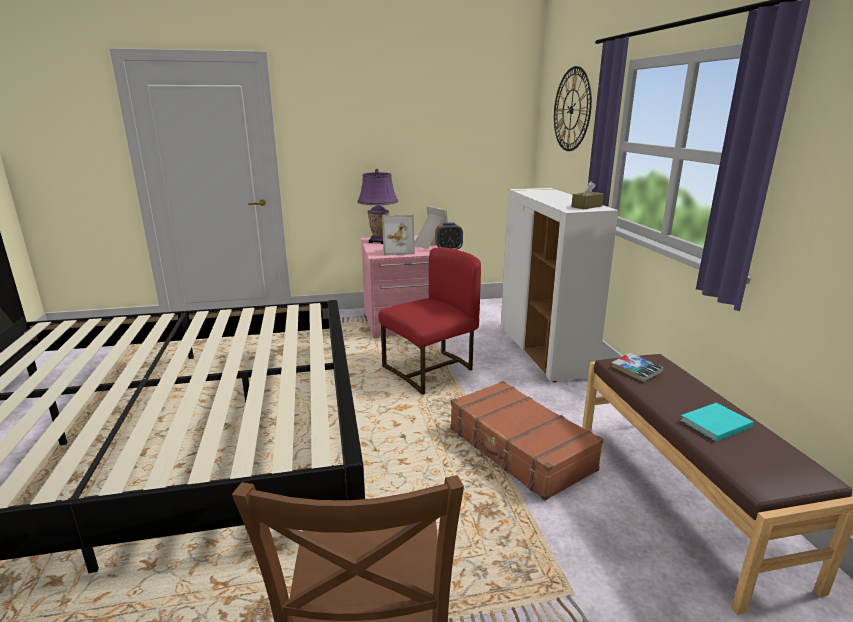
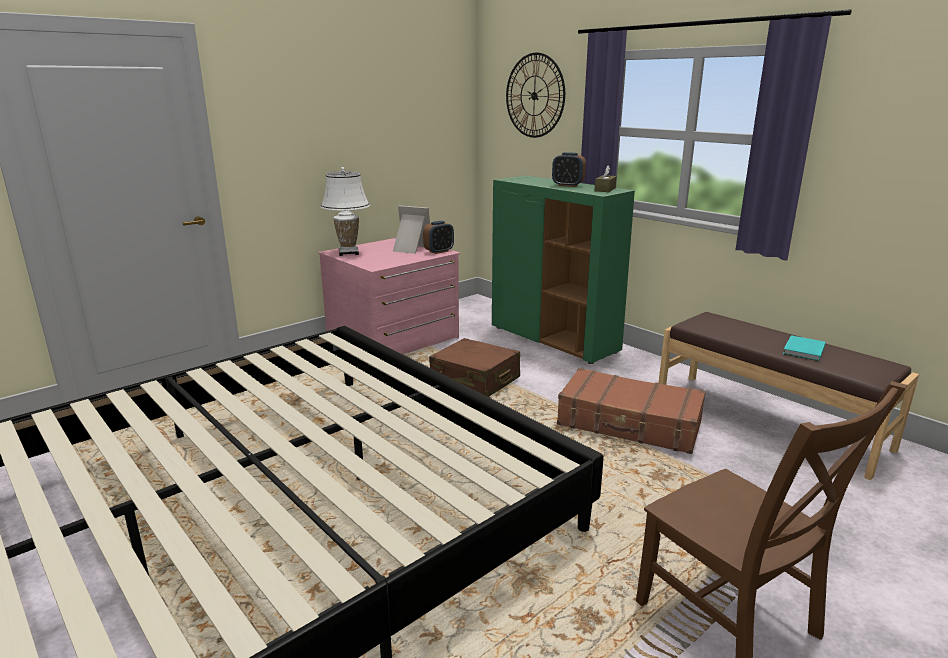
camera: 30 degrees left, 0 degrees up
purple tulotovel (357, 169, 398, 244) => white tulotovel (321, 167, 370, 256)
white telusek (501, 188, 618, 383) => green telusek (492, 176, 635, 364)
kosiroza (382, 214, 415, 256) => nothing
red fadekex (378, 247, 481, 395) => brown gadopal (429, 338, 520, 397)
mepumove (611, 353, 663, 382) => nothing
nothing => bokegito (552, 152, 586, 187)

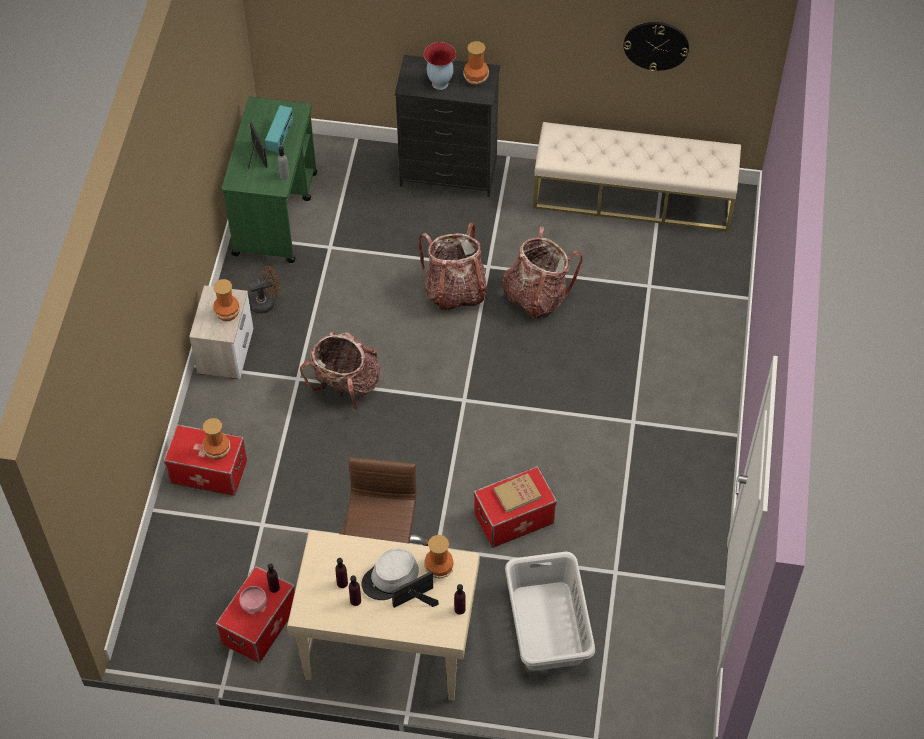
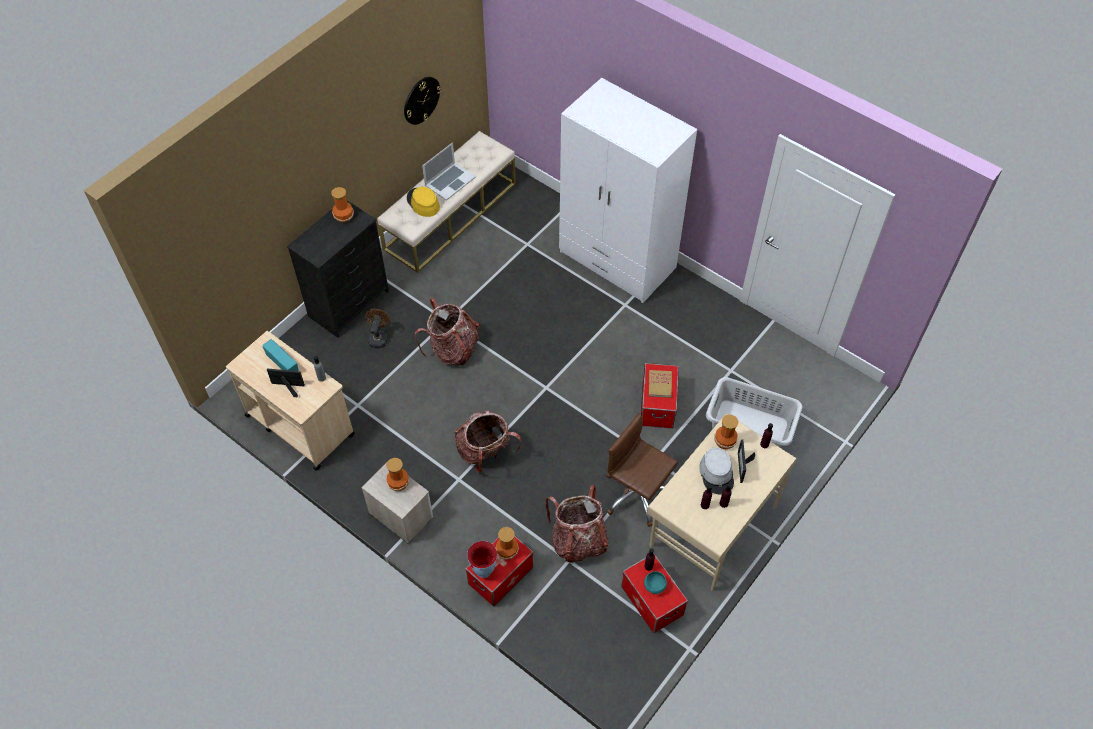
camera: 60 degrees left, 0 degrees up
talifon (424, 42, 456, 90) => talifon (467, 541, 497, 578), move
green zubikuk (222, 97, 317, 263) => beige zubikuk (226, 331, 355, 471)
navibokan (503, 226, 583, 319) => navibokan (545, 484, 609, 563), move
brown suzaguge (248, 265, 280, 314) => brown suzaguge (365, 309, 391, 348), move
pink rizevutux (239, 586, 267, 613) => turquoise rizevutux (644, 571, 667, 594)
nothing => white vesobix (559, 78, 697, 303)
nothing => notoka (422, 142, 476, 201)
nothing => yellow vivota (407, 187, 440, 217)

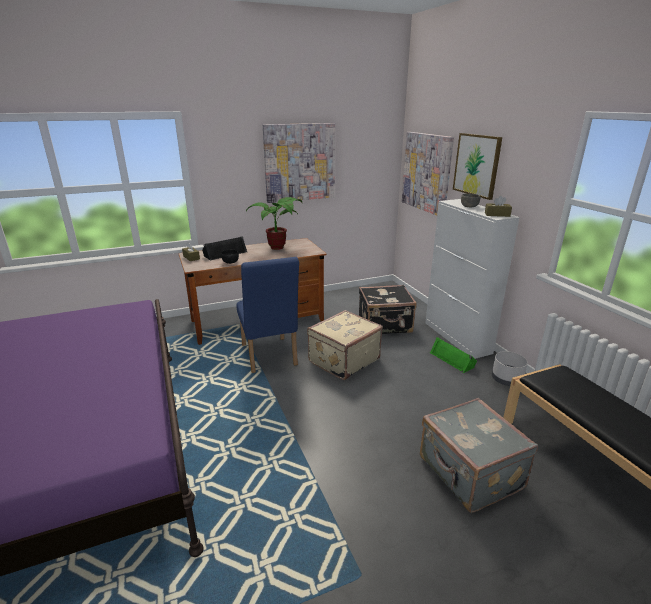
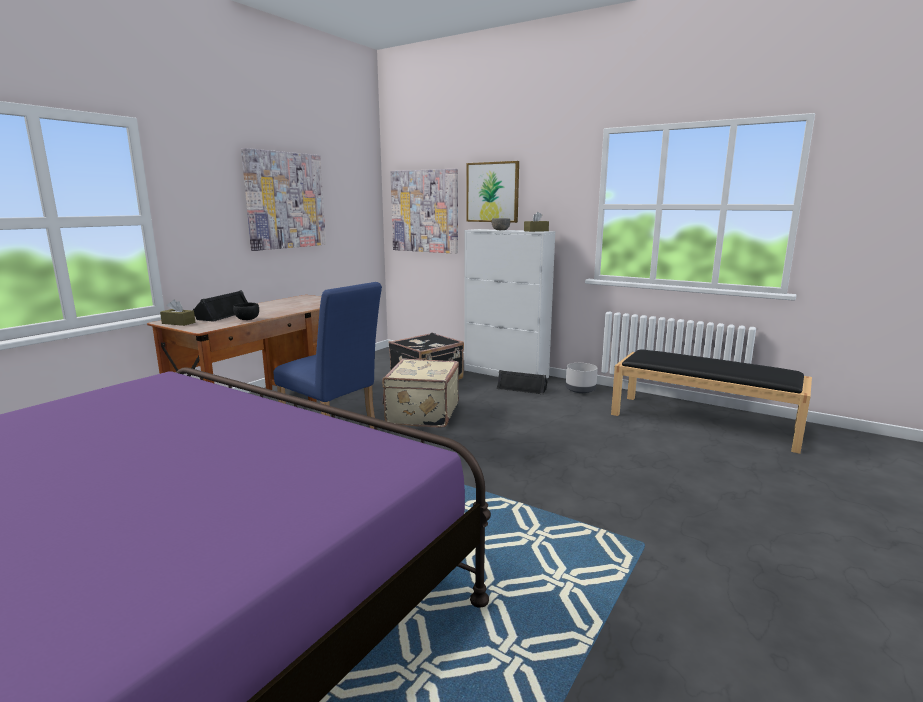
camera: 35 degrees left, 10 degrees down
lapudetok (246, 197, 303, 250) => nothing
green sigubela (430, 337, 477, 373) => black sigubela (497, 370, 548, 395)
grey gadopal (420, 398, 538, 513) => nothing

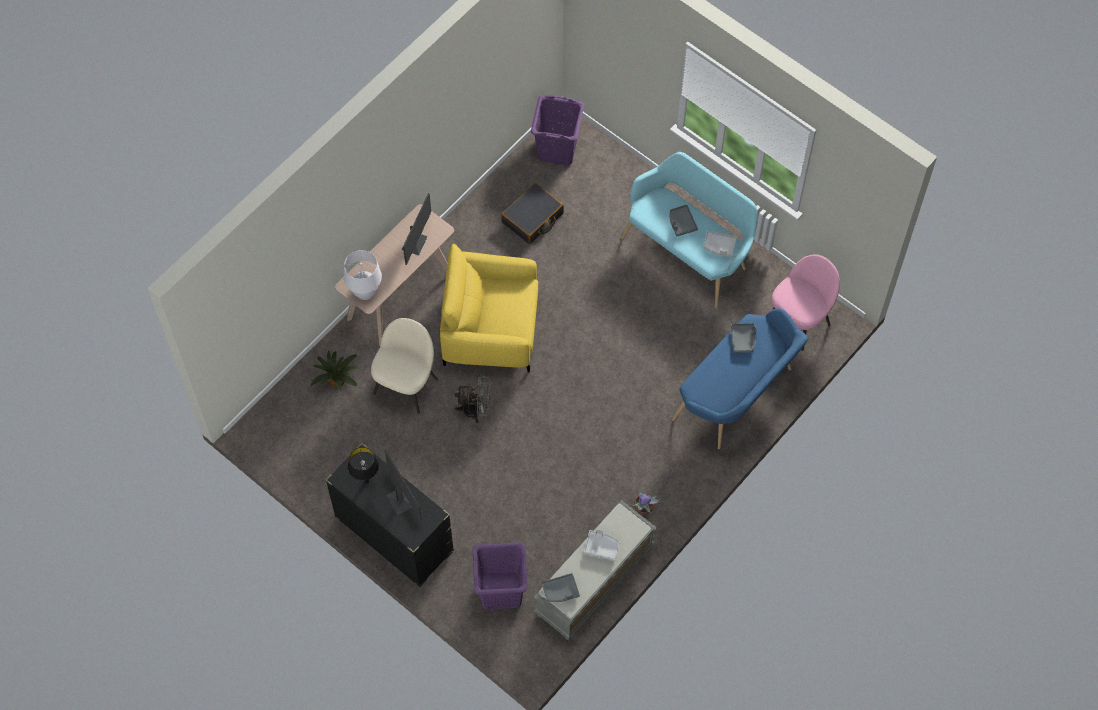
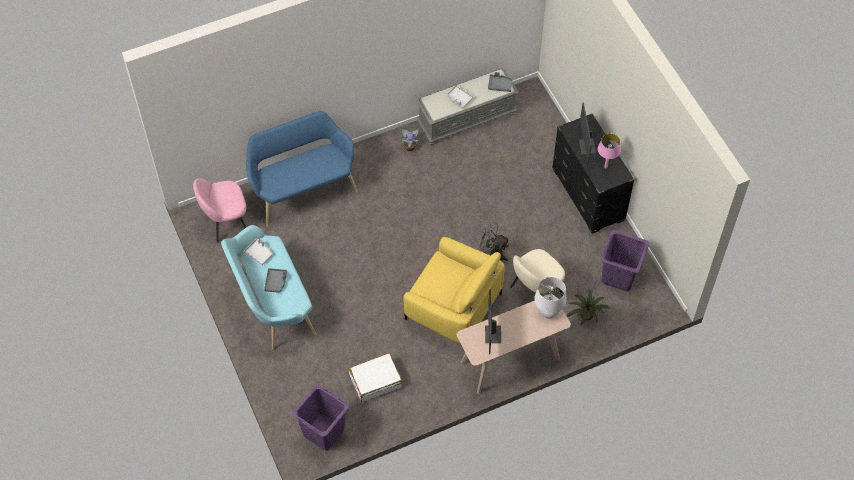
camera: 155 degrees left, 5 degrees down
black gadopal (501, 182, 564, 244) => white gadopal (349, 353, 402, 402)
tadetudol (402, 193, 431, 265) => tadetudol (485, 289, 501, 354), 45 degrees counterclockwise
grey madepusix (731, 323, 756, 353) => nothing
black tulotovel (348, 447, 379, 484) => pink tulotovel (598, 134, 621, 168)
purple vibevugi (472, 542, 528, 609) => purple vibevugi (600, 230, 649, 291), move

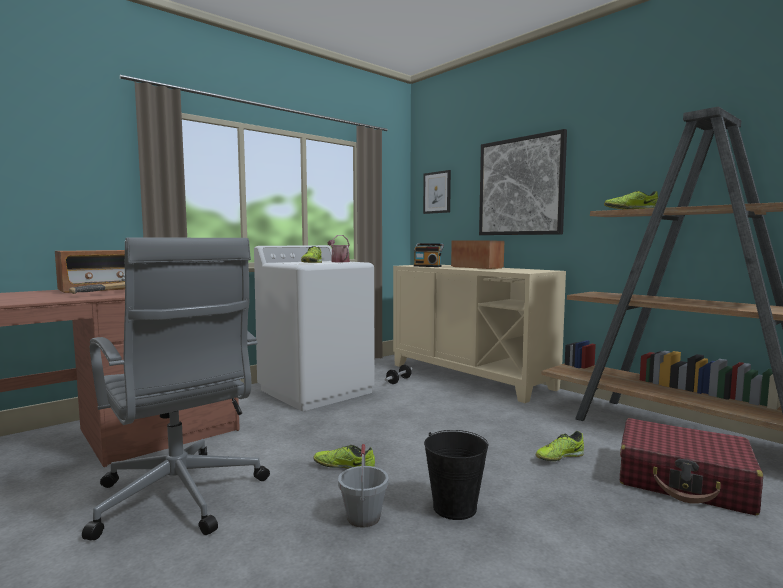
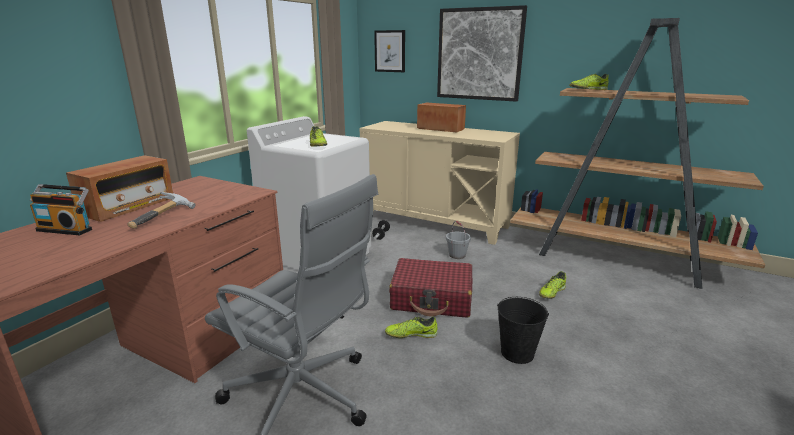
camera: 20 degrees left, 15 degrees up
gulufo (327, 235, 350, 262) => nothing
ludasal (414, 243, 444, 267) => ludasal (30, 184, 92, 235), move
red gadopal (620, 418, 763, 515) => red gadopal (389, 258, 472, 318), move
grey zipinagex (338, 444, 389, 528) => grey zipinagex (446, 221, 471, 259), move

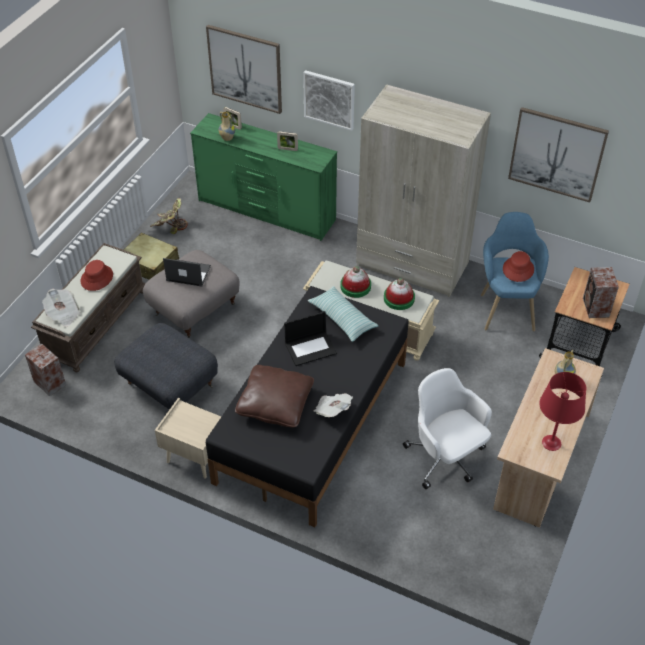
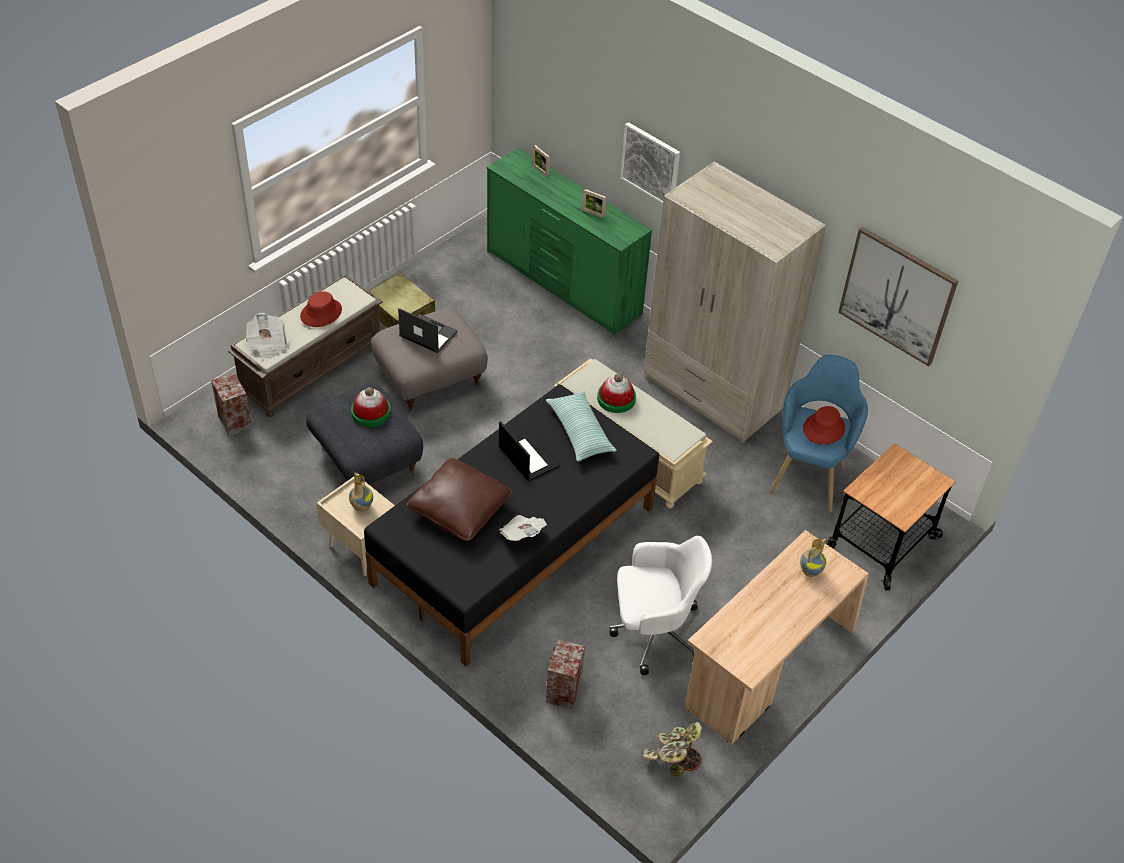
camera: 15 degrees right, 0 degrees up
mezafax (206, 25, 282, 114) => nothing
talifon (219, 112, 235, 141) => talifon (349, 473, 373, 512), move
lapudetok (150, 198, 188, 234) => lapudetok (642, 722, 702, 776), move
sigubela (583, 267, 619, 318) => sigubela (546, 640, 585, 709), move
vivota (384, 278, 415, 310) => vivota (351, 387, 391, 427), move
notoka (284, 311, 337, 366) => notoka (499, 421, 560, 481), 120 degrees counterclockwise
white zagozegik (403, 368, 492, 489) => white zagozegik (609, 536, 712, 675), 105 degrees clockwise
red tulotovel (539, 372, 586, 451) => nothing

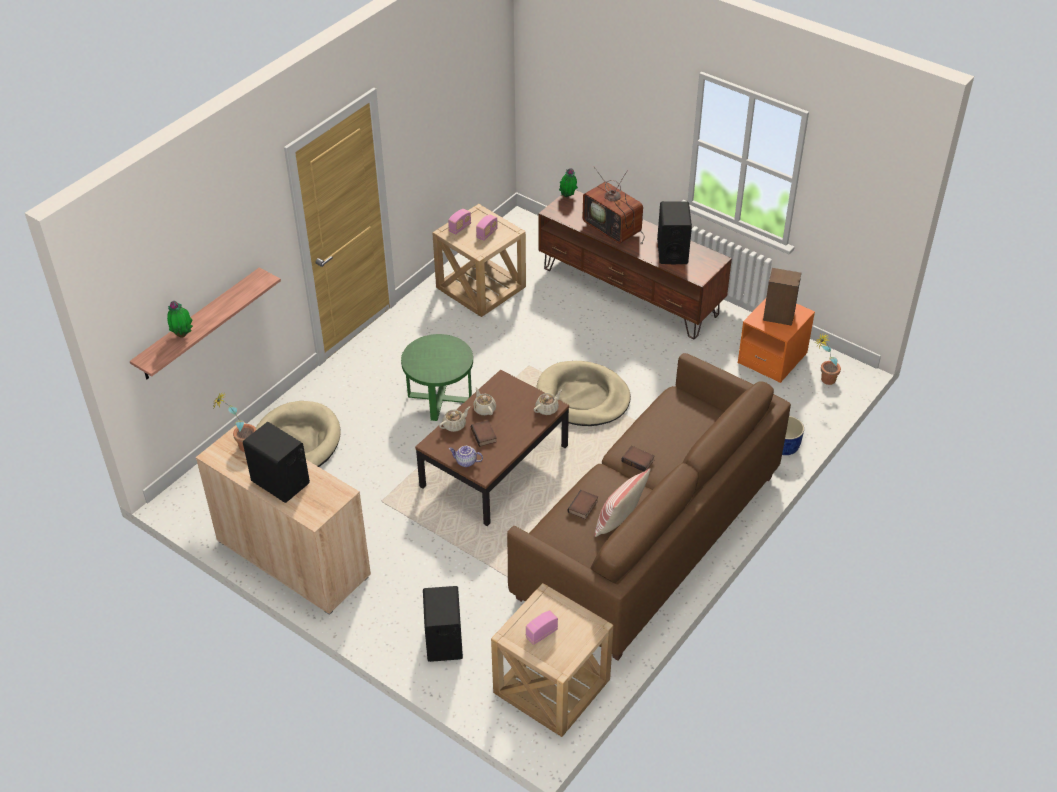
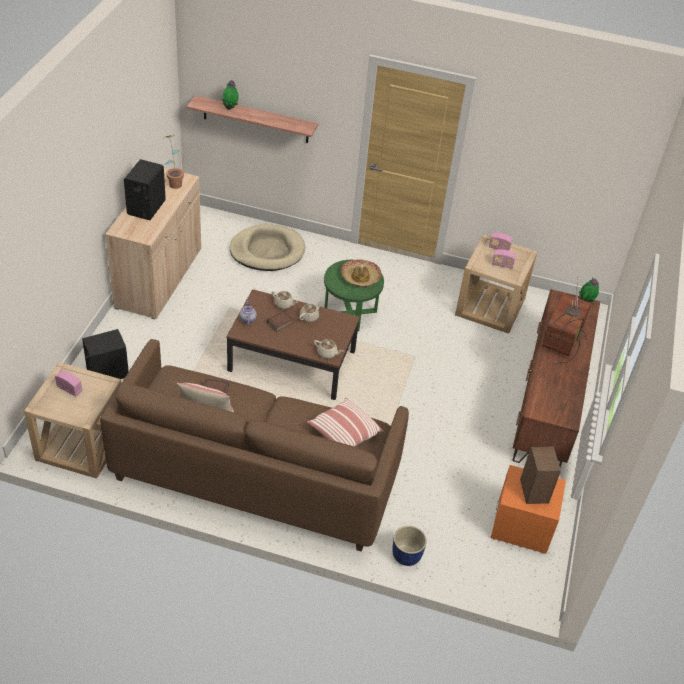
camera: 65 degrees right, 0 degrees up
black sigubela (657, 201, 692, 265) => nothing
lapudetok (815, 334, 841, 385) => nothing
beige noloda (536, 361, 631, 426) => nothing
mepumove (621, 445, 655, 472) => nothing
nothing => vivota (341, 259, 382, 287)
nothing => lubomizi (307, 398, 383, 447)

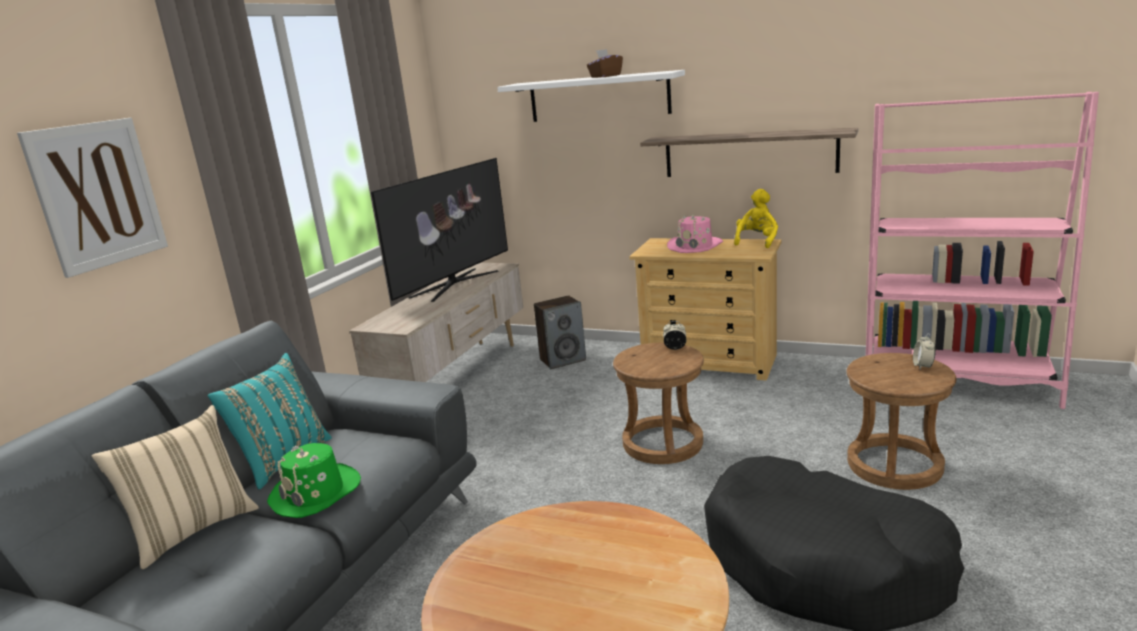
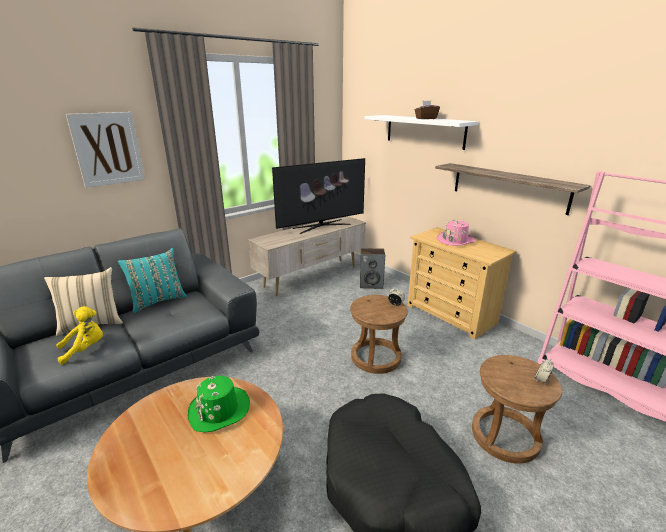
camera: 25 degrees right, 5 degrees up
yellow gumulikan (734, 189, 778, 248) => yellow gumulikan (56, 306, 103, 365), move
green vivota (267, 443, 361, 518) => green vivota (188, 376, 250, 432), move

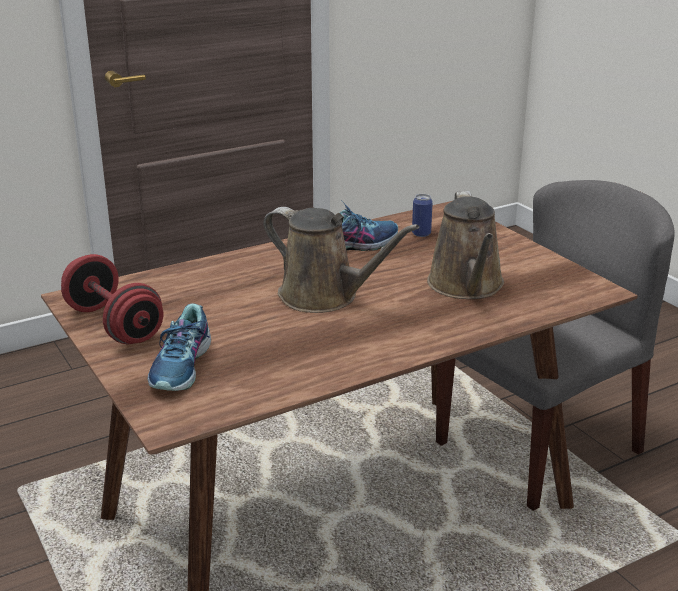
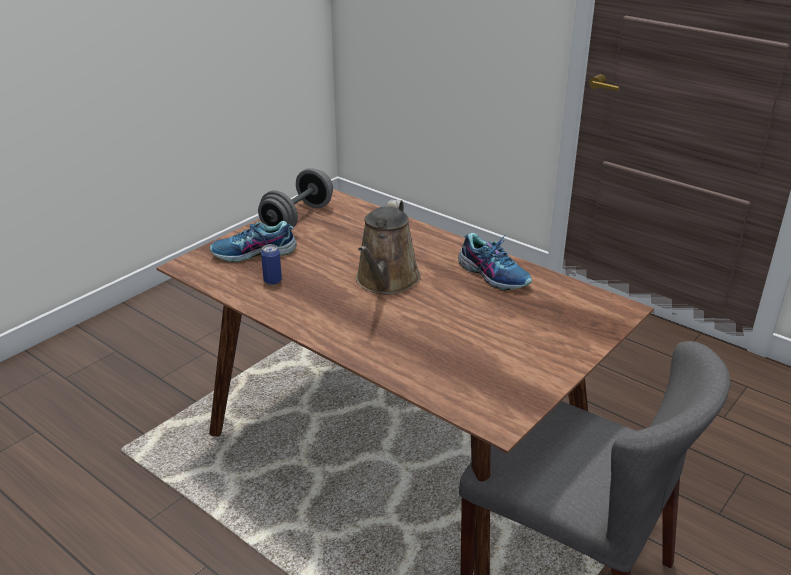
camera: 70 degrees right, 5 degrees up
brown gulufo (427, 191, 504, 299) => nothing
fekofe (412, 194, 433, 237) => fekofe (261, 244, 282, 285), move
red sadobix (61, 254, 163, 344) => grey sadobix (258, 168, 333, 227)

